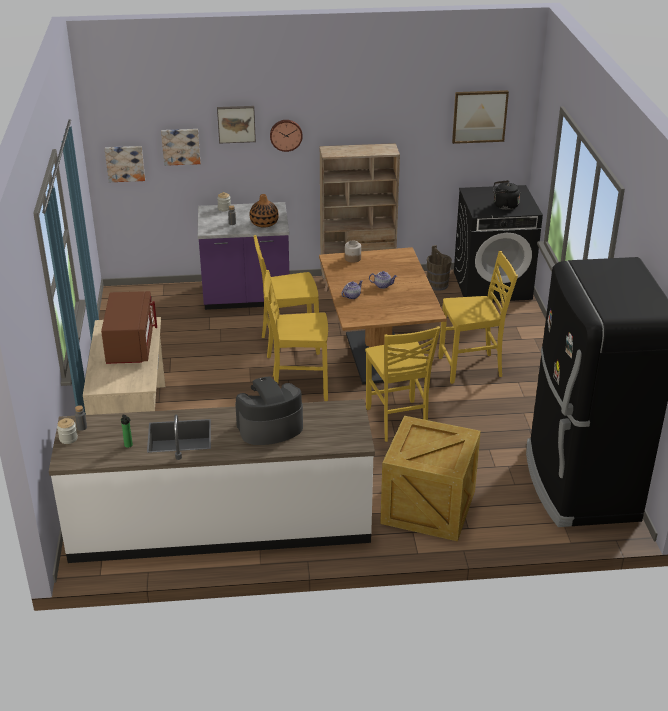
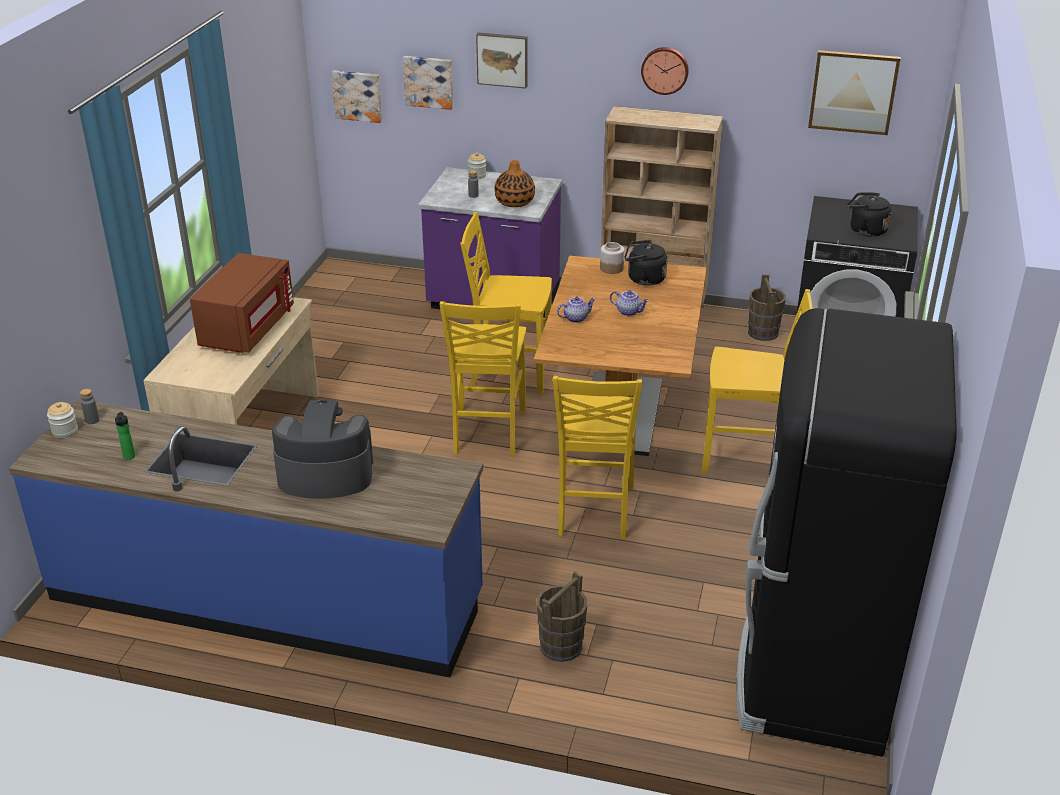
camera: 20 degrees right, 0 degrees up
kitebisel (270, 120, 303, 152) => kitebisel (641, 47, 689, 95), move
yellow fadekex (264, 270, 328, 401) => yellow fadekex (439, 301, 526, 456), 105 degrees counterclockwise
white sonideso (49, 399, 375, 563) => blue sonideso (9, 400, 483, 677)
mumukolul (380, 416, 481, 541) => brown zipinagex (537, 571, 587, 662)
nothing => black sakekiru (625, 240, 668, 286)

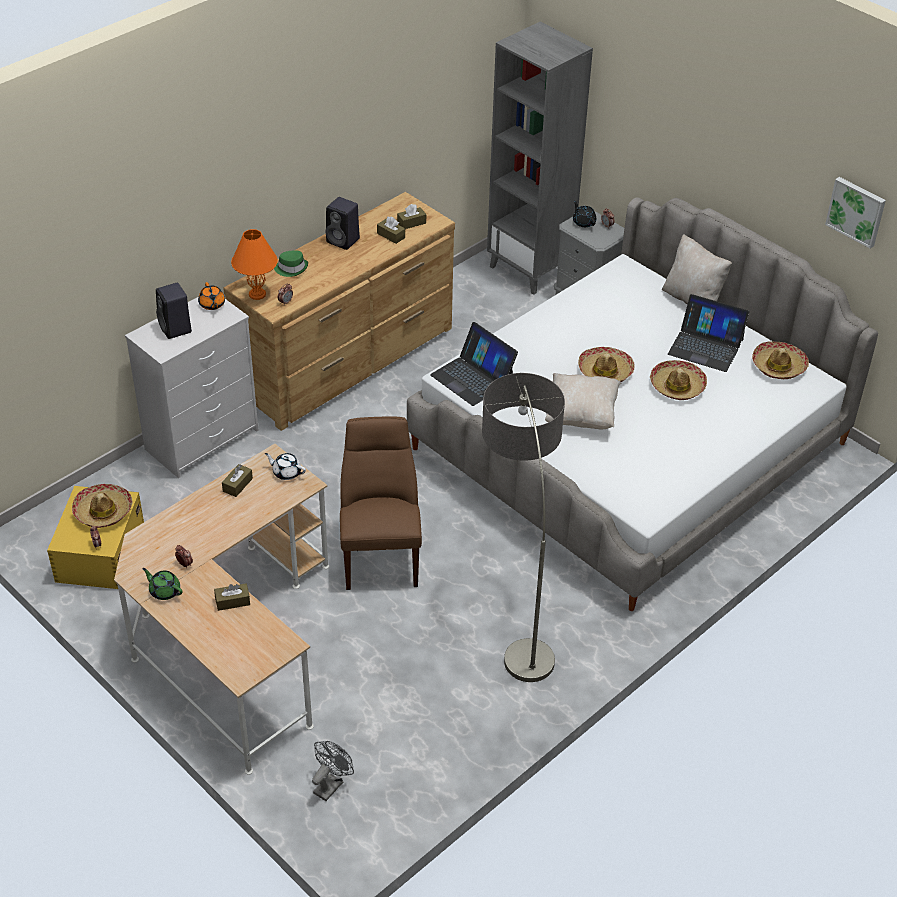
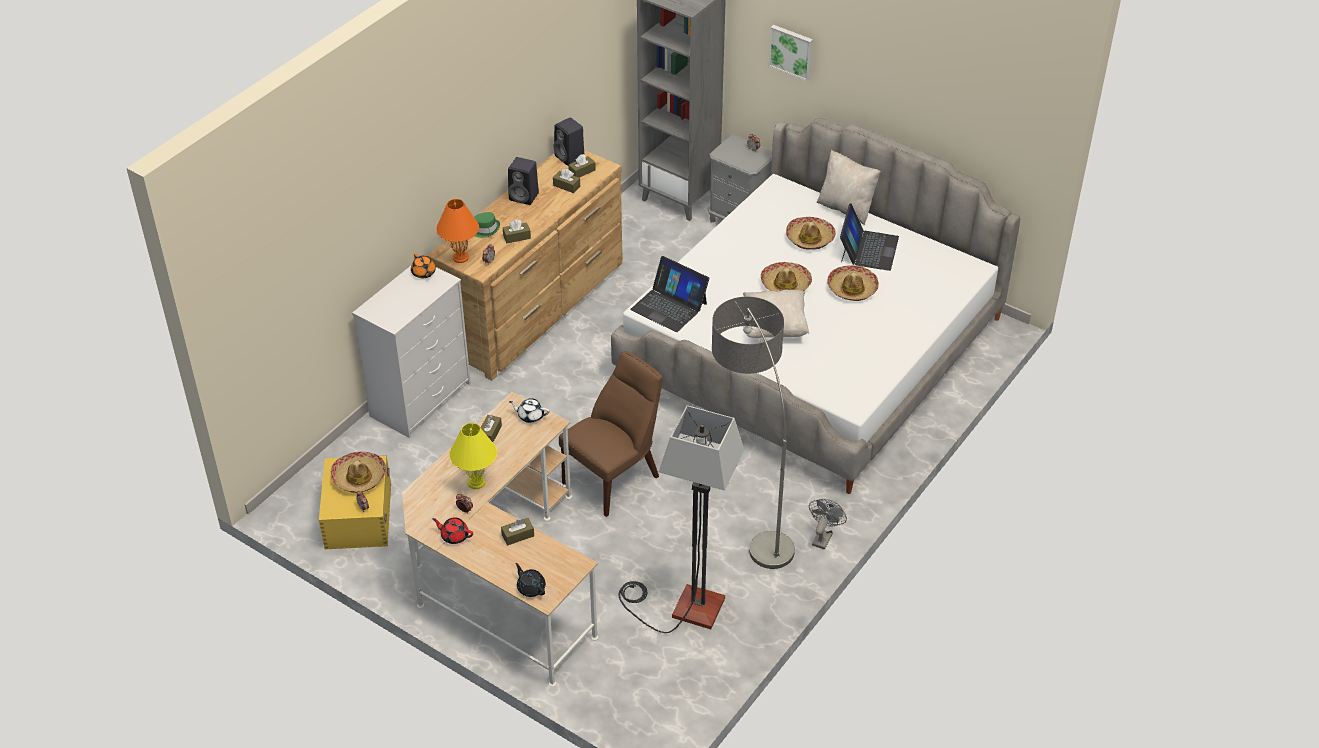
camera: 10 degrees left, 0 degrees up
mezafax (825, 177, 886, 248) => mezafax (769, 25, 813, 81), move
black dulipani (573, 200, 596, 227) => black dulipani (515, 563, 546, 597), move
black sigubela (156, 283, 192, 339) => black sigubela (554, 117, 584, 166), move
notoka (668, 294, 749, 372) => notoka (840, 203, 899, 271), 90 degrees counterclockwise
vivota (752, 341, 809, 379) => vivota (786, 217, 836, 250), move
brown fadekex (340, 417, 422, 590) => brown fadekex (559, 351, 663, 517), 60 degrees clockwise
green dulipani (142, 568, 183, 600) => red dulipani (432, 517, 473, 544)
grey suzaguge (312, 741, 354, 801) => grey suzaguge (809, 499, 847, 549), move
nothing => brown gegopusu (503, 219, 531, 243)
nothing => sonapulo (619, 405, 744, 633)
nothing => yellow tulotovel (449, 423, 497, 489)

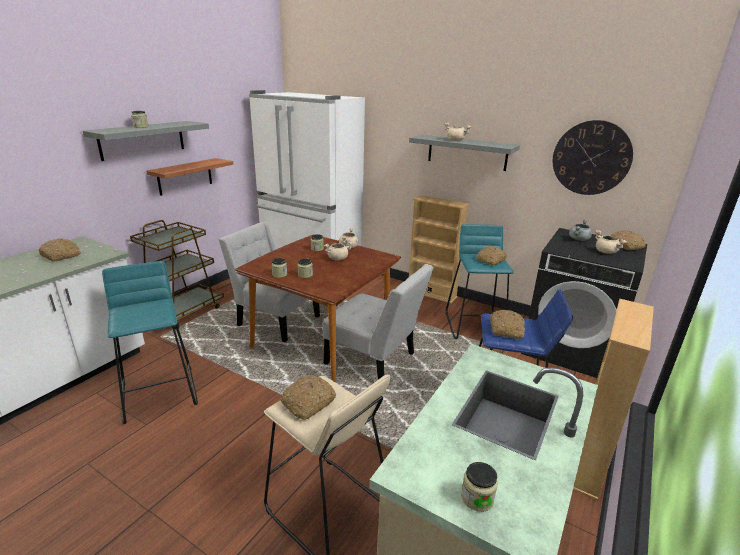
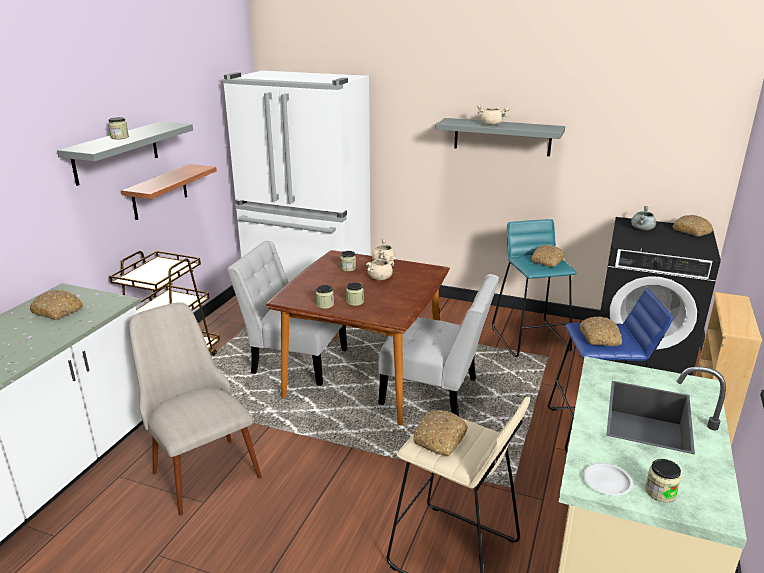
camera: 10 degrees left, 0 degrees up
kitebisel (553, 120, 633, 195) => nothing
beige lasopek (409, 195, 469, 303) => nothing
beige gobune (595, 230, 627, 254) => nothing
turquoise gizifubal (102, 261, 198, 424) => beige fadekex (129, 302, 262, 516)
nothing => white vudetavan (584, 463, 633, 496)

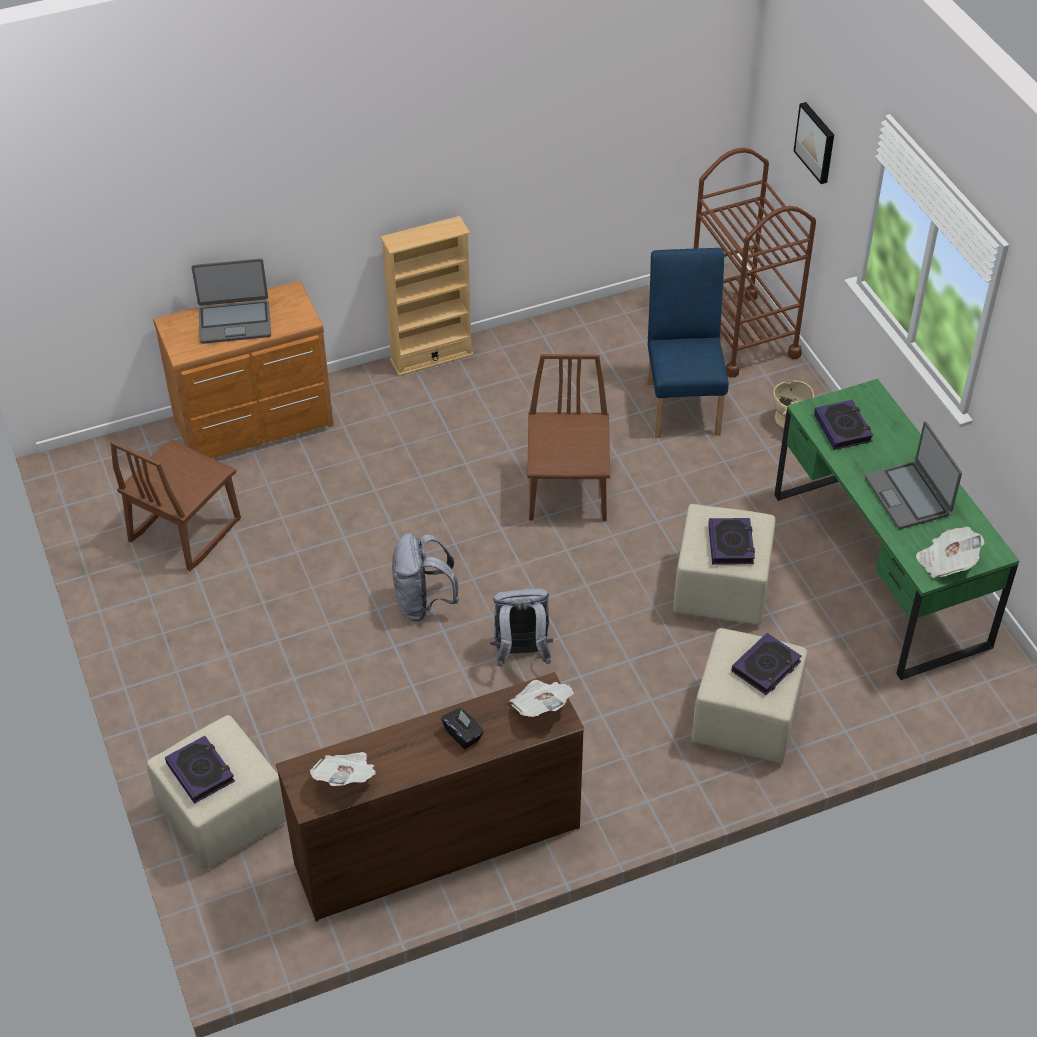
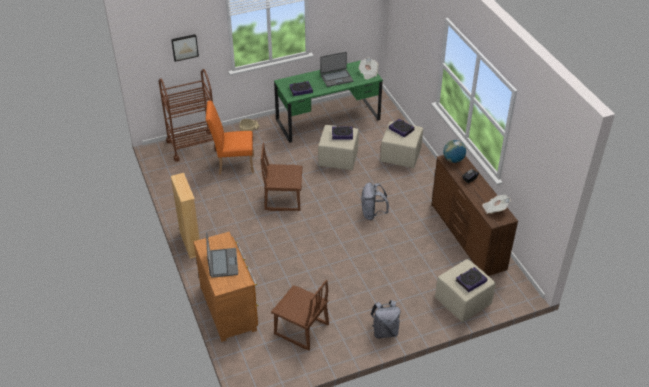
camera: 90 degrees left, 5 degrees down
blue fadekex (647, 248, 729, 438) => orange fadekex (206, 101, 254, 174)
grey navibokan (392, 533, 459, 621) => grey navibokan (370, 300, 400, 338), move
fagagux (510, 680, 574, 717) => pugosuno (443, 140, 466, 163)

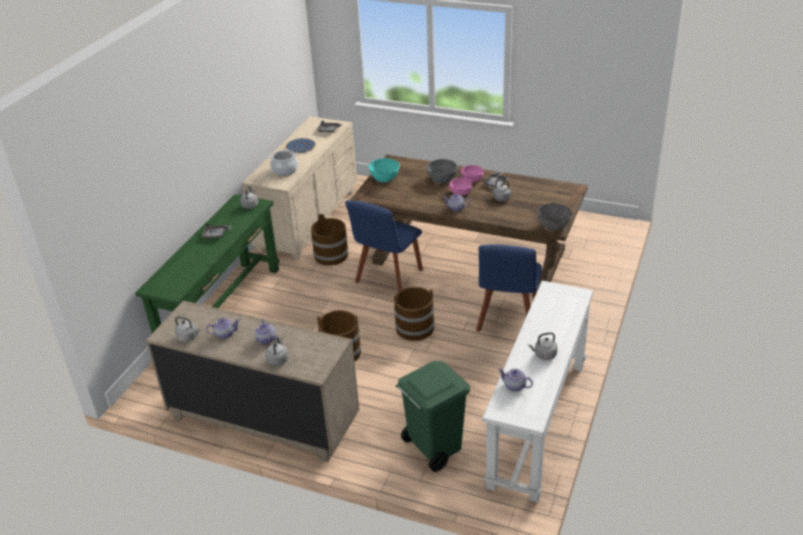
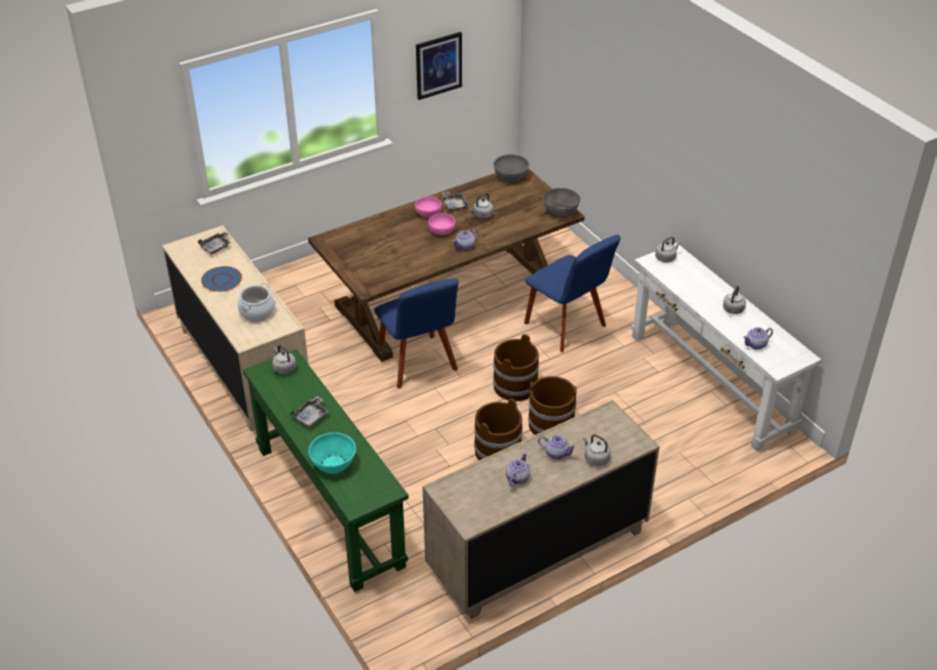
camera: 55 degrees left, 5 degrees up
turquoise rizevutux (368, 158, 400, 182) => turquoise rizevutux (308, 432, 356, 474), move
grey rizevutux (426, 159, 458, 183) => grey rizevutux (493, 154, 529, 183), move
brown zipinagex (311, 214, 348, 266) => brown zipinagex (528, 376, 577, 435), move
grey sakekiru (175, 316, 200, 342) => grey sakekiru (655, 237, 680, 263), move
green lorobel (396, 361, 470, 472) => nothing
nothing => mezafax (416, 32, 462, 100)

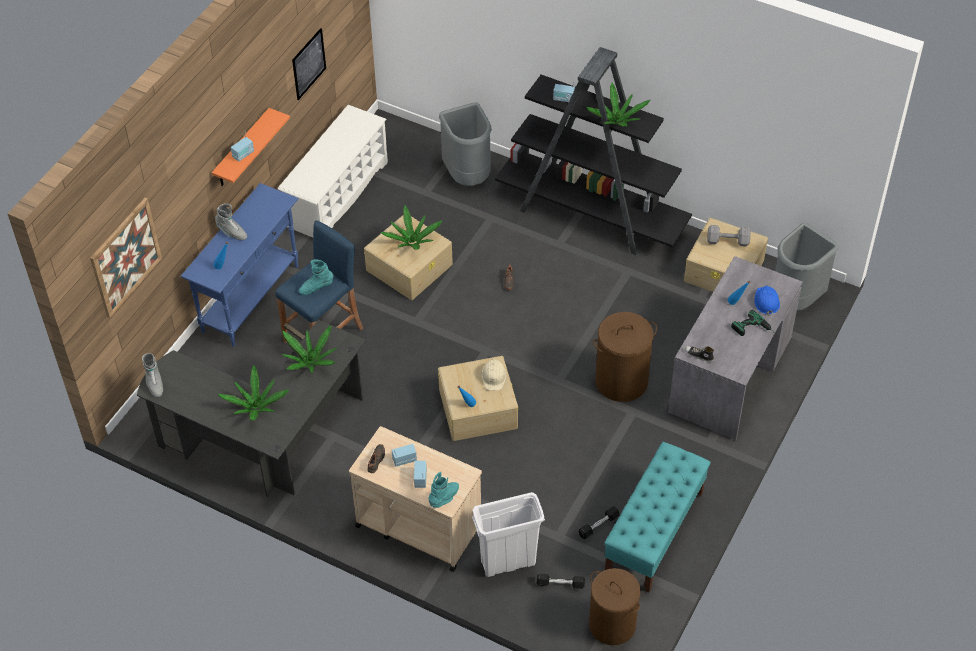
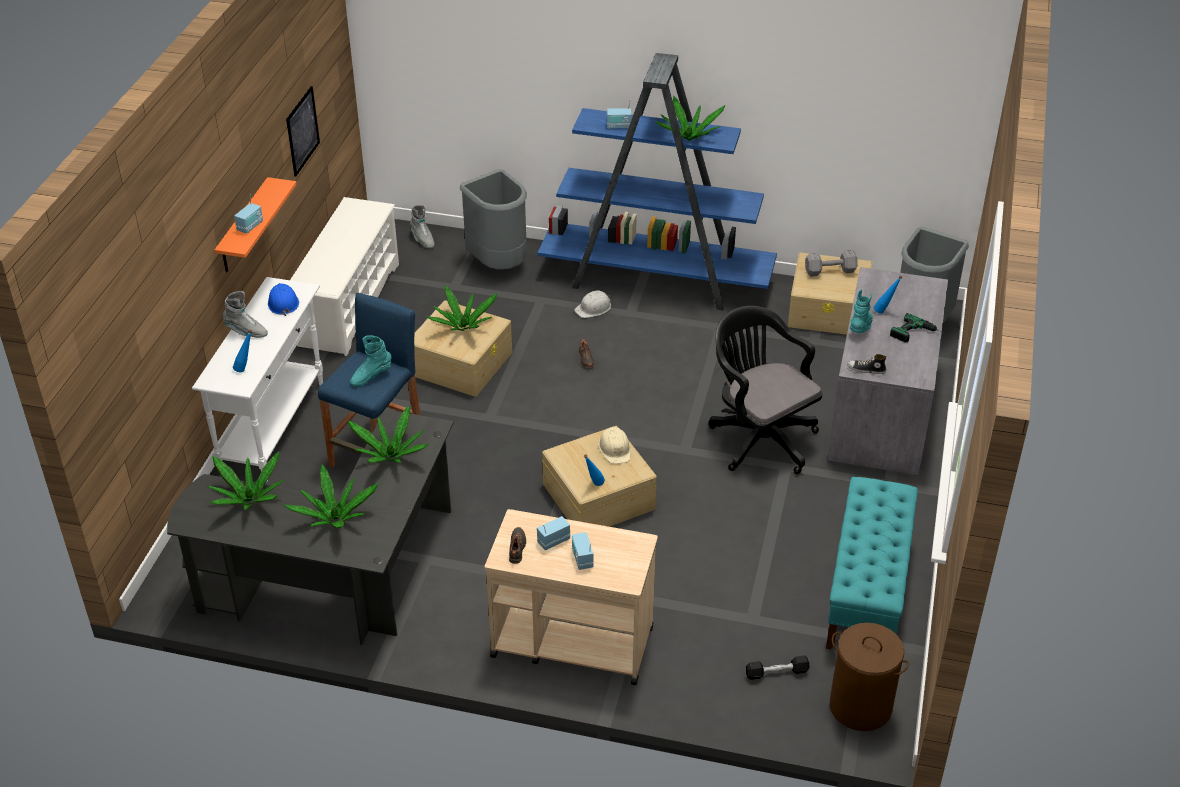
camera: 15 degrees left, 10 degrees down
black lasopek (495, 47, 692, 255) => blue lasopek (538, 53, 777, 310)
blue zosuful (180, 183, 298, 347) => white zosuful (192, 277, 323, 482)
mezafax (90, 198, 162, 318) => nothing
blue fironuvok (754, 285, 780, 316) => blue fironuvok (268, 283, 299, 316), move
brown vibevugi (593, 312, 657, 402) => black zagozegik (708, 306, 823, 474)
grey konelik (142, 353, 163, 397) => grey konelik (410, 205, 434, 249), move
turquoise konelik (428, 472, 459, 508) => turquoise konelik (850, 289, 873, 333), move
white lorobel (472, 492, 545, 577) => nothing
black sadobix (578, 506, 620, 539) => nothing
nothing => white fironuvok (574, 290, 611, 318)
nothing => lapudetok (208, 451, 284, 510)

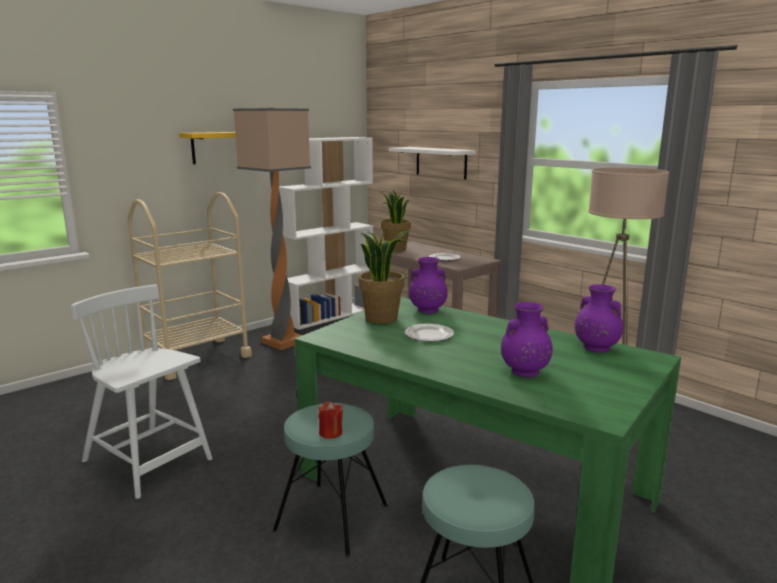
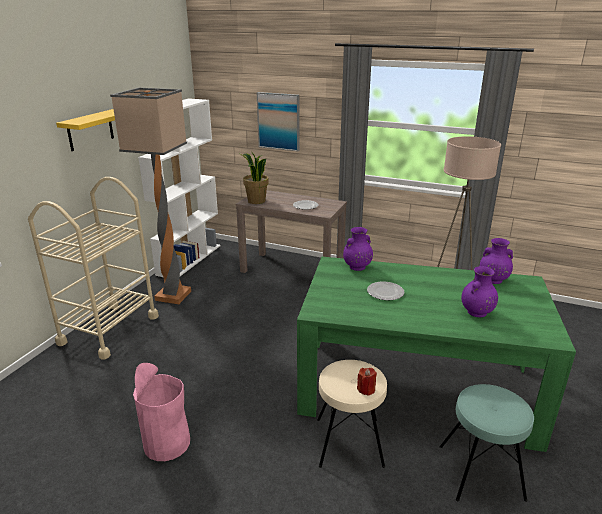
camera: 25 degrees left, 10 degrees up
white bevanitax (389, 147, 476, 179) => mezafax (257, 92, 300, 151)
lapudetok (358, 229, 411, 324) => nothing
white fadekex (71, 284, 212, 499) => pink lorobel (133, 363, 190, 461)
turquoise gizifubal (273, 403, 388, 557) => beige gizifubal (317, 360, 387, 468)

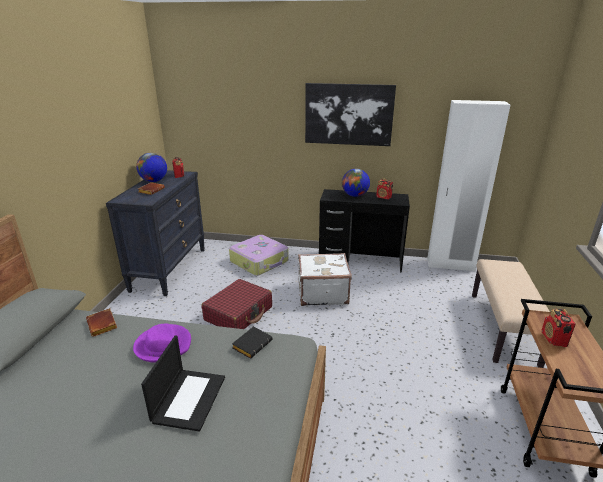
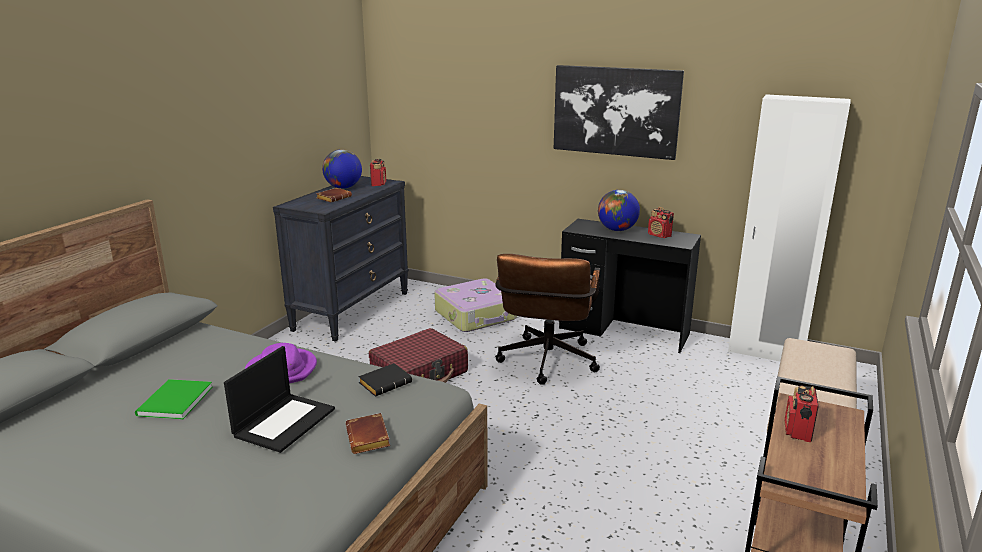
camera: 15 degrees right, 5 degrees down
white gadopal (298, 253, 352, 306) => brown zagozegik (495, 254, 600, 385)
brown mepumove (86, 308, 117, 337) => brown mepumove (346, 413, 390, 454), move
nothing => green mepumove (135, 379, 213, 419)

